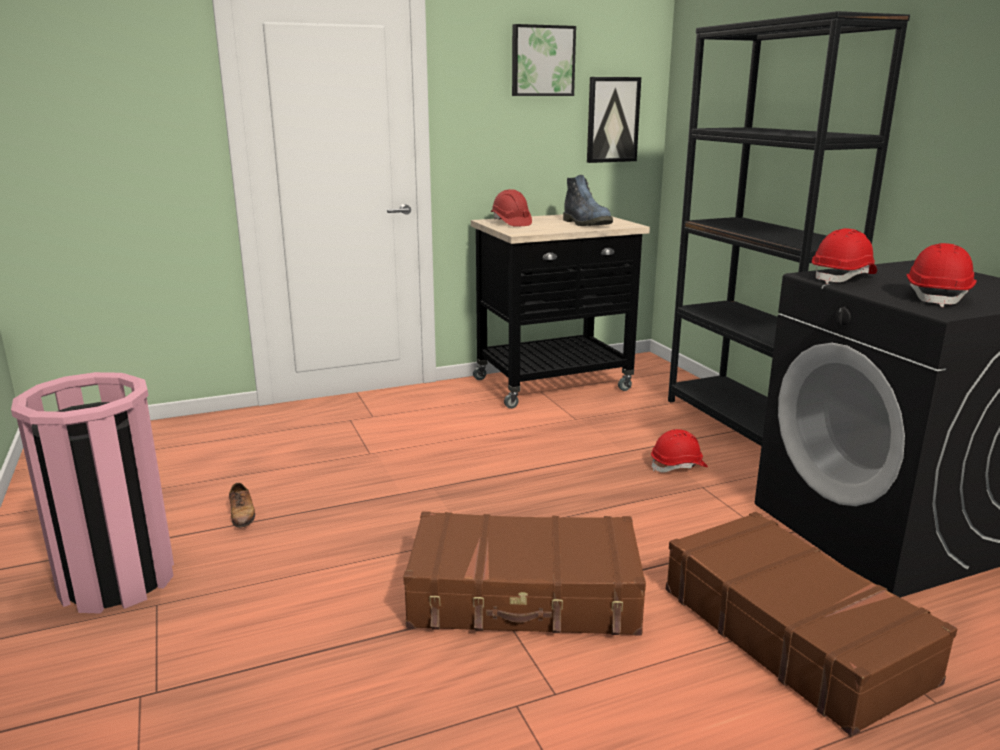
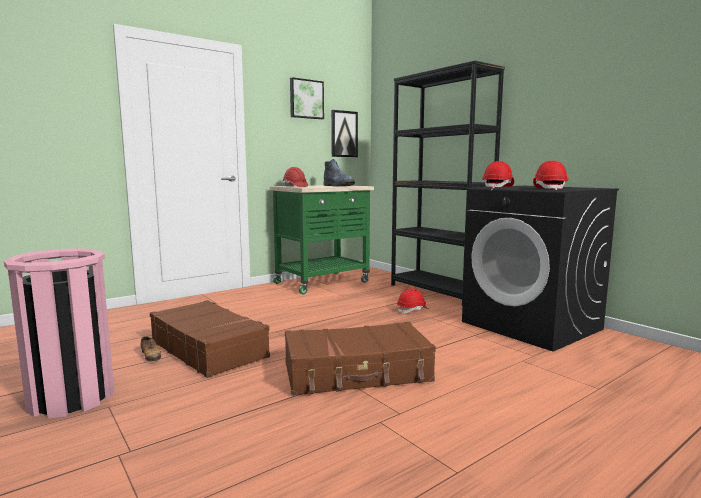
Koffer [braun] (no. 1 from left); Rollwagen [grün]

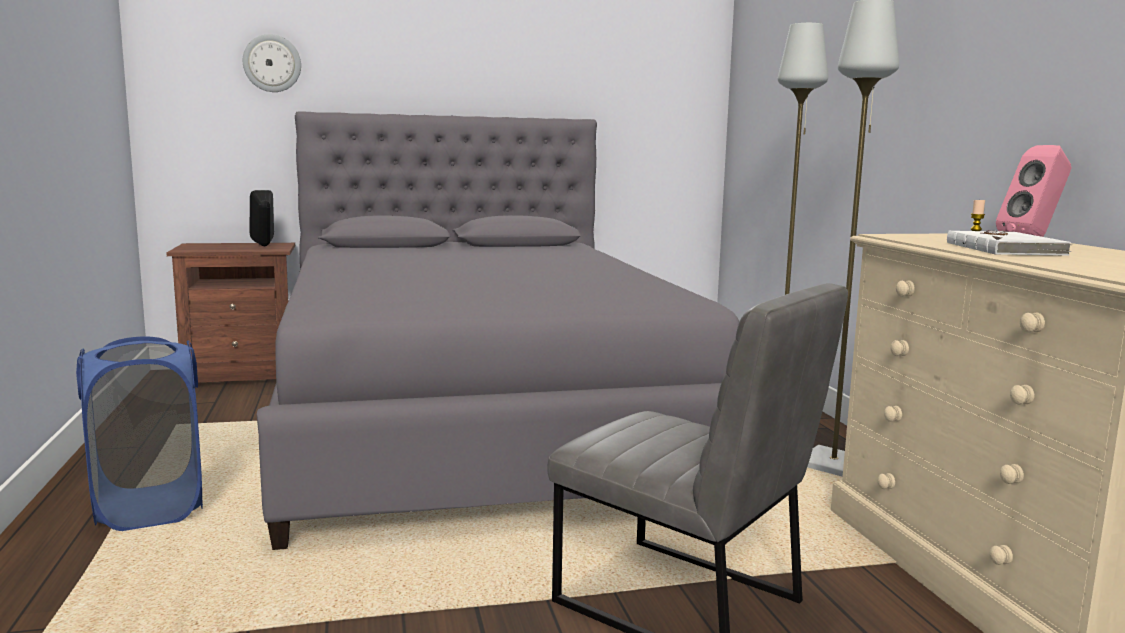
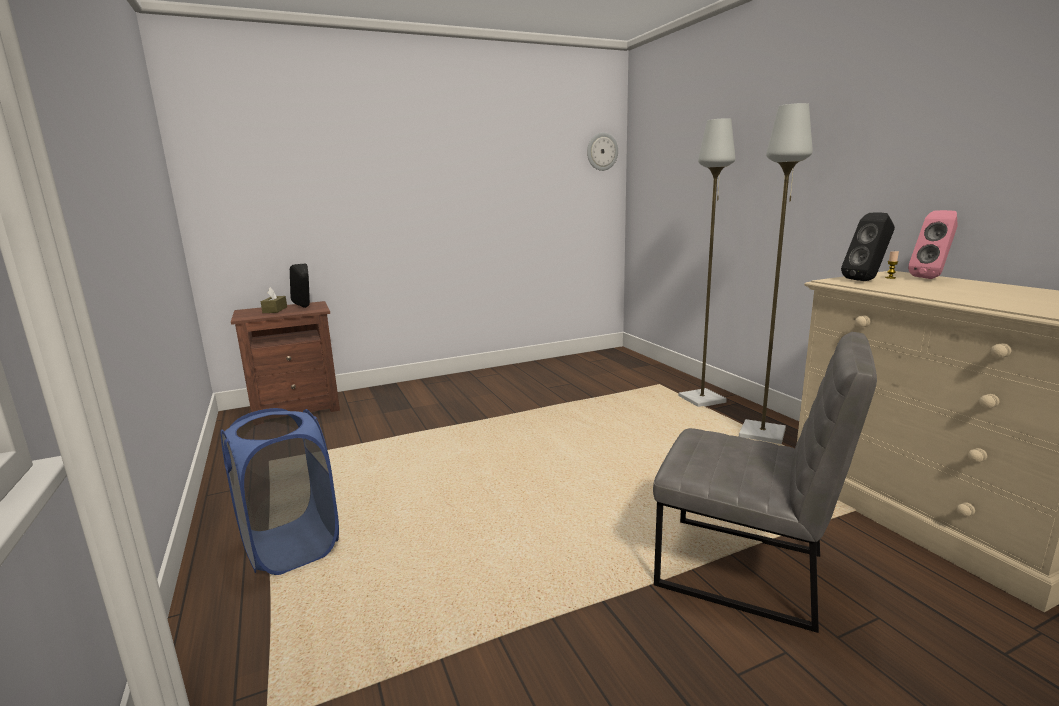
Taschentuchbox [braun]; Wanduhr; Lautsprecher [schwarz] (no. 2 from left); Bett [grau]; Buch [weiß]

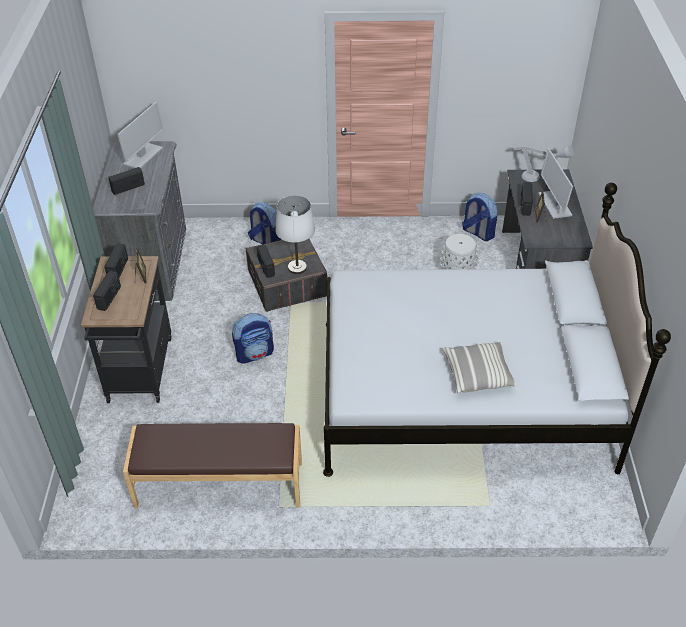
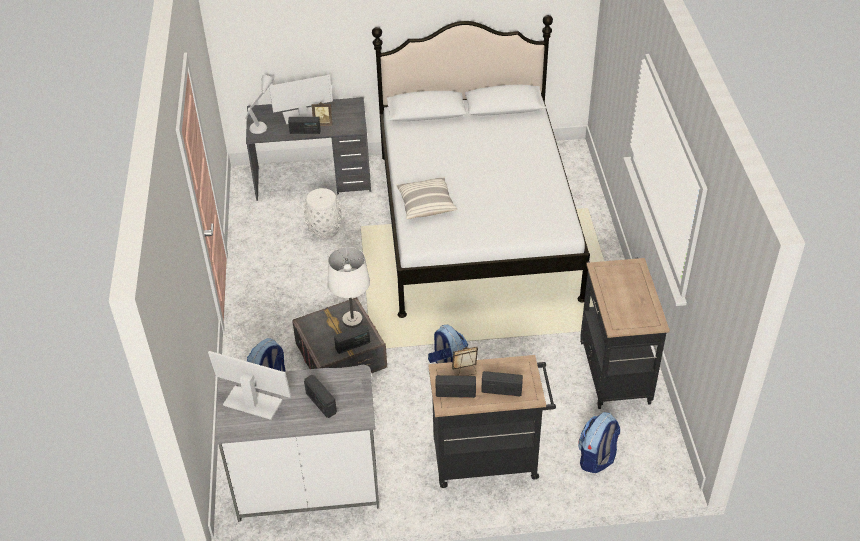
Kissen; Rucksack (no. 3 from left); Rollwagen [schwarz] (no. 2 from left)

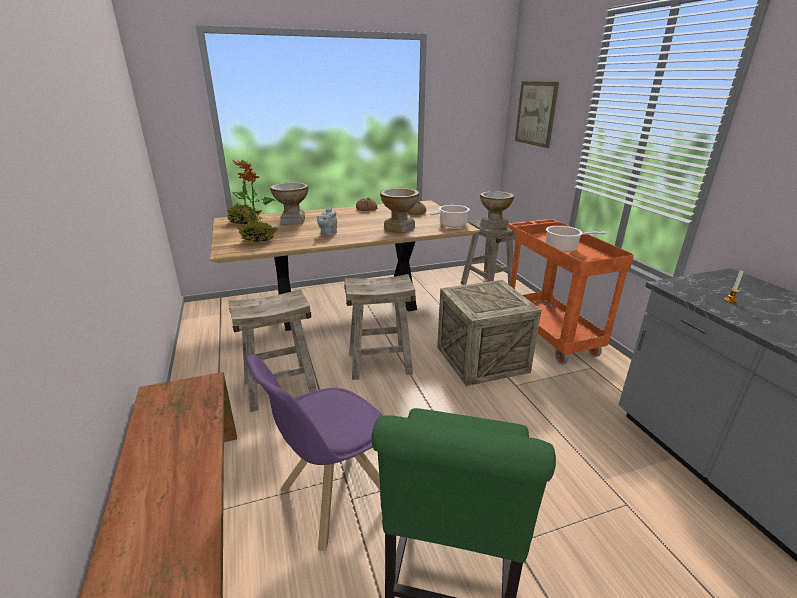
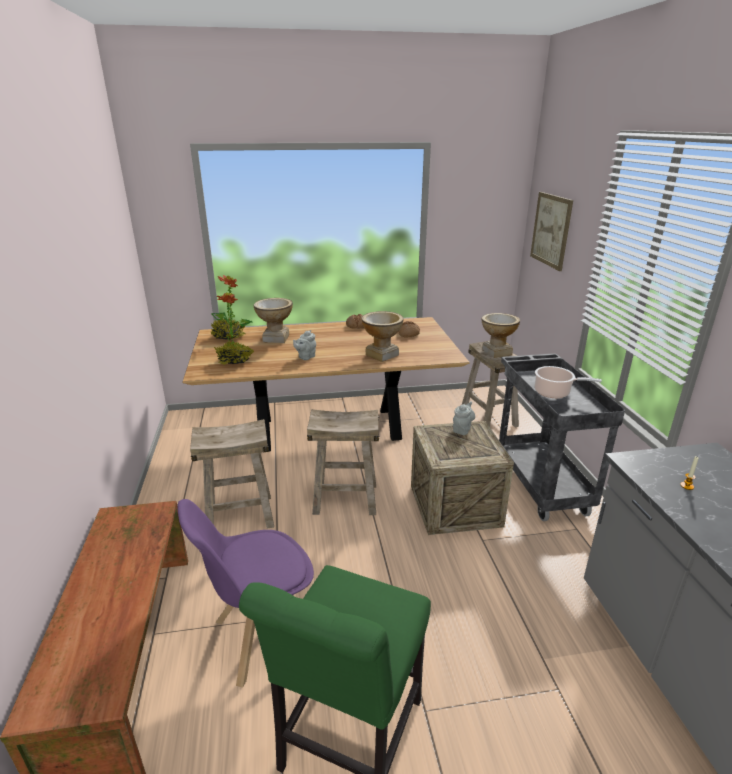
Teekanne [grau] (no. 2 from left); Rollwagen [grau]; Kochtopf (no. 1 from left in the first image)

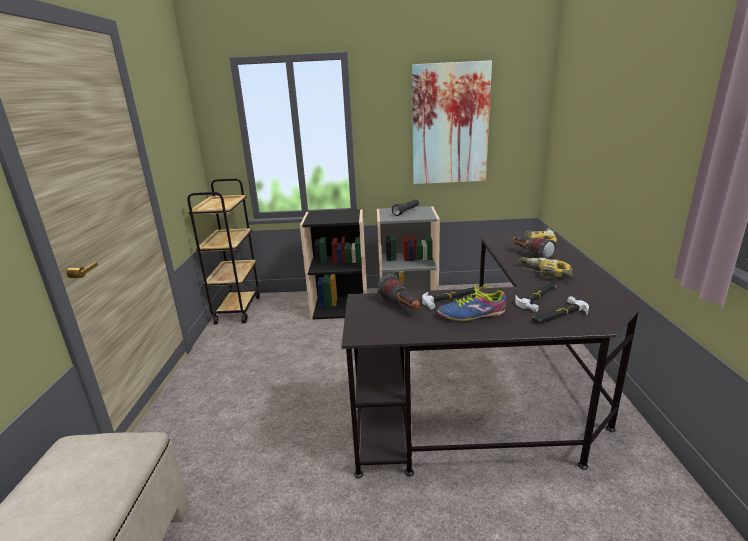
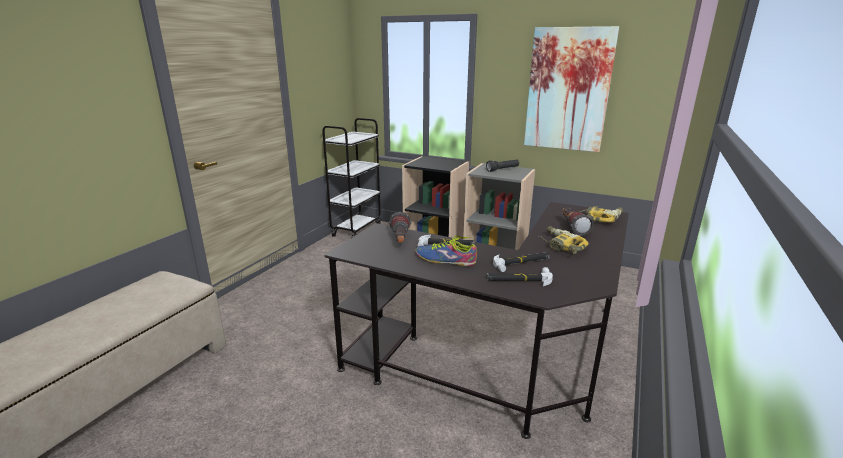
Rollwagen [weiß]

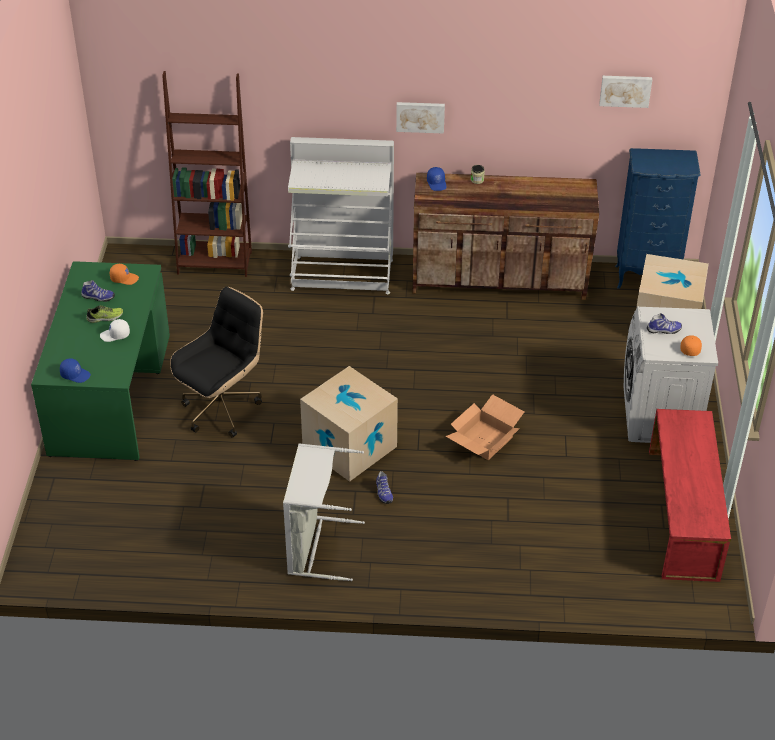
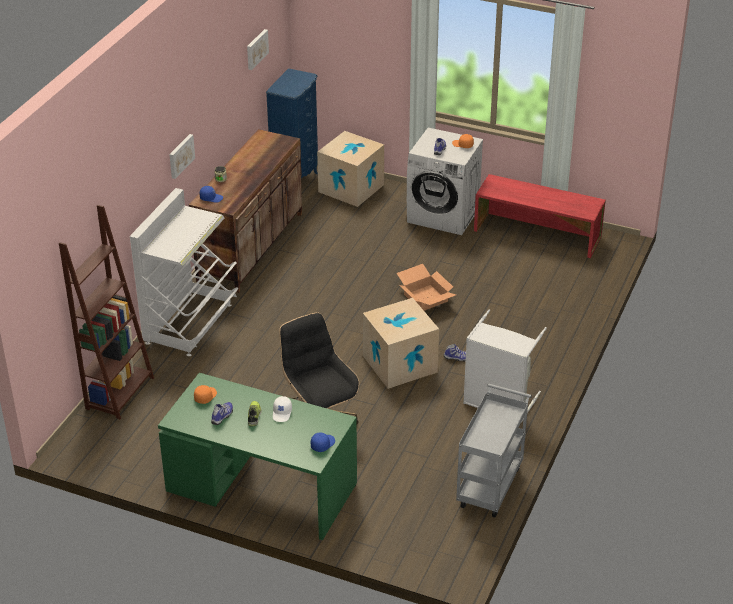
Rollwagen [grau]

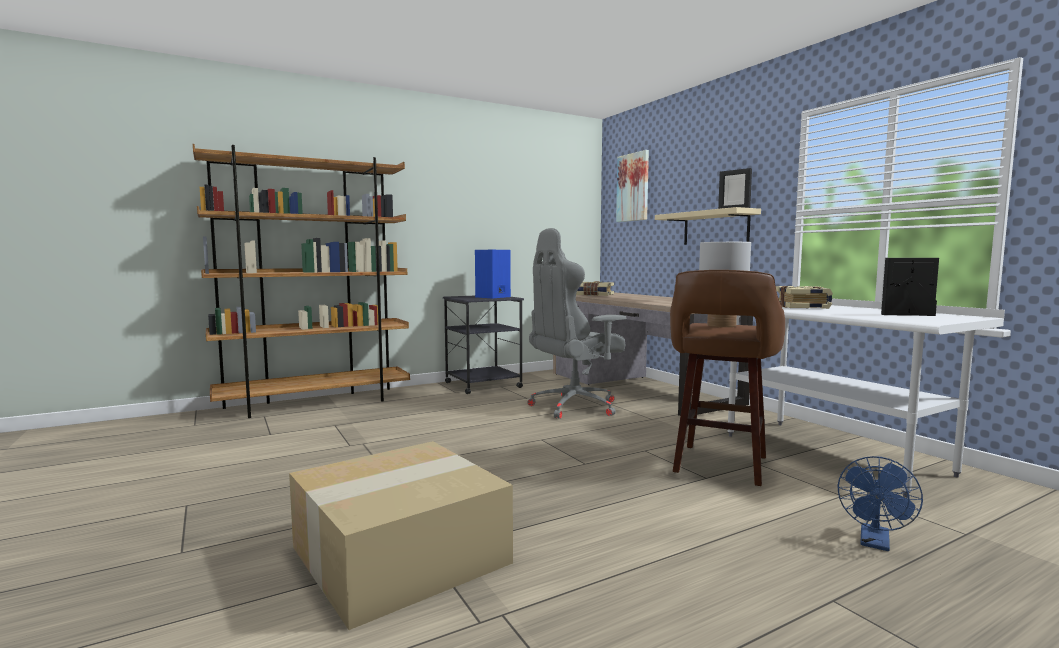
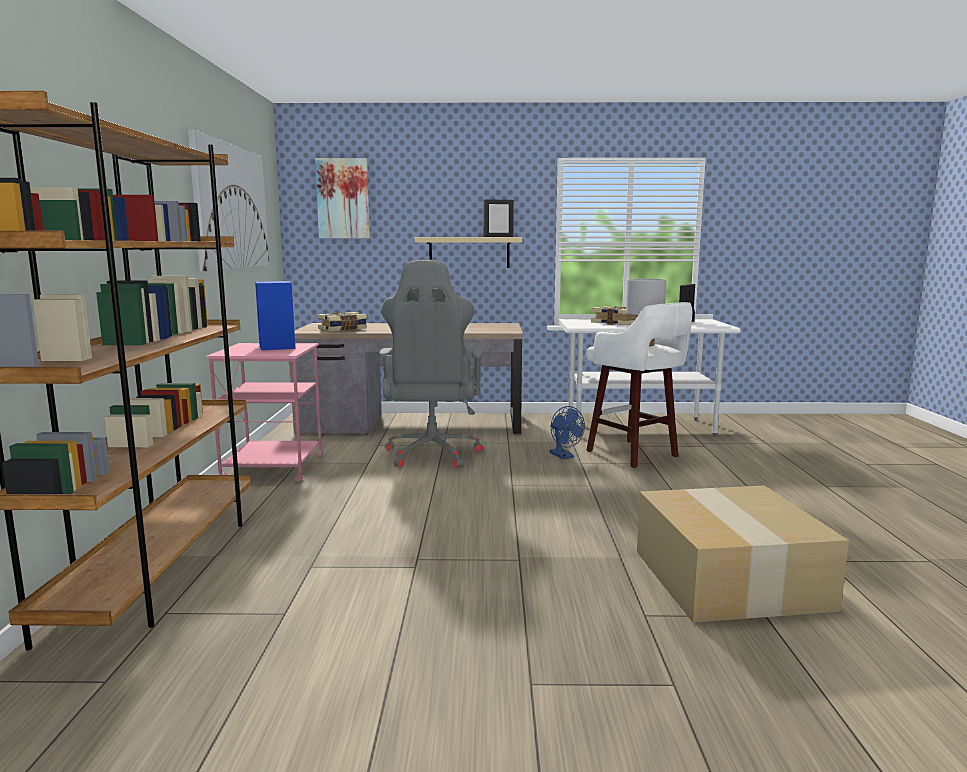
Bild (no. 1 from left); Rollwagen [rosa]; Ventilator [blau]; Hocker [weiß]

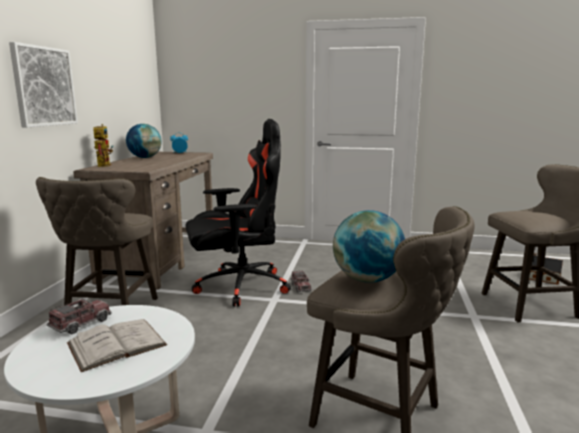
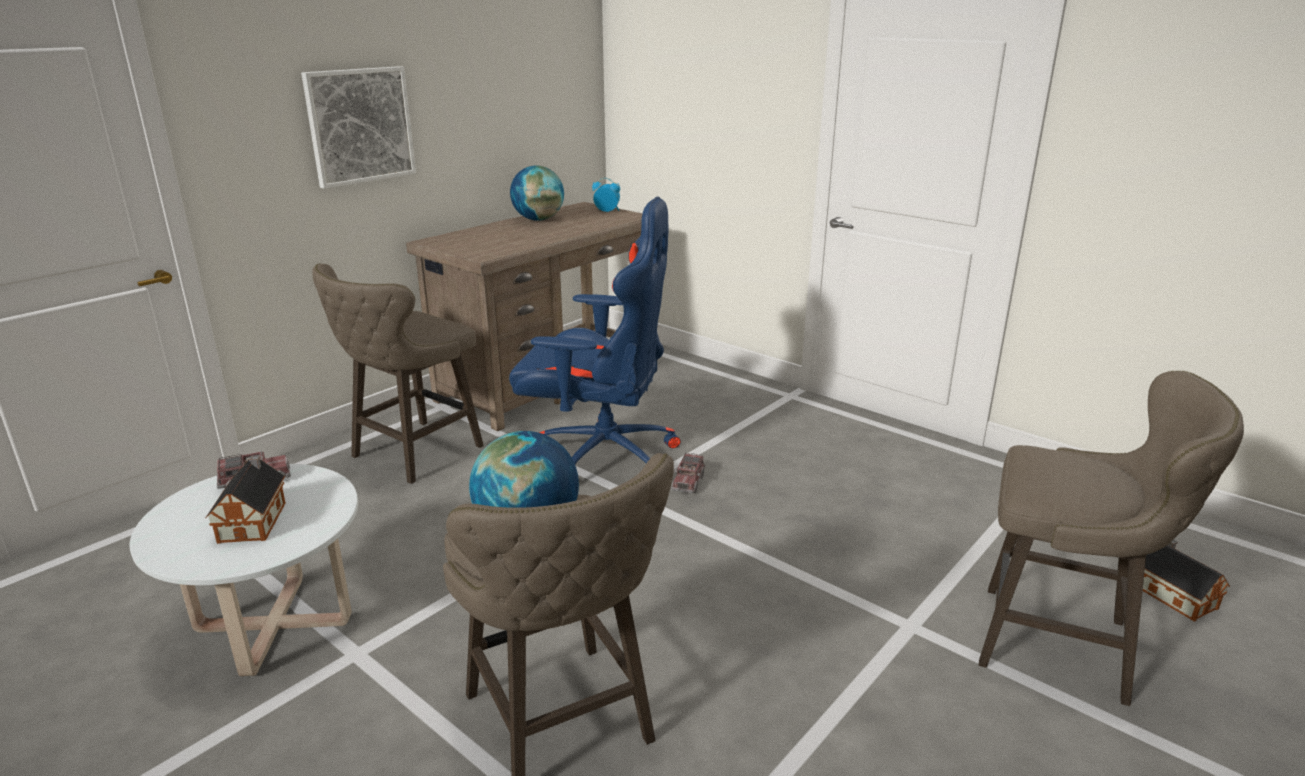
Spielzeughaus (no. 1 from left); Bürostuhl [blau]; Spielzeugroboter

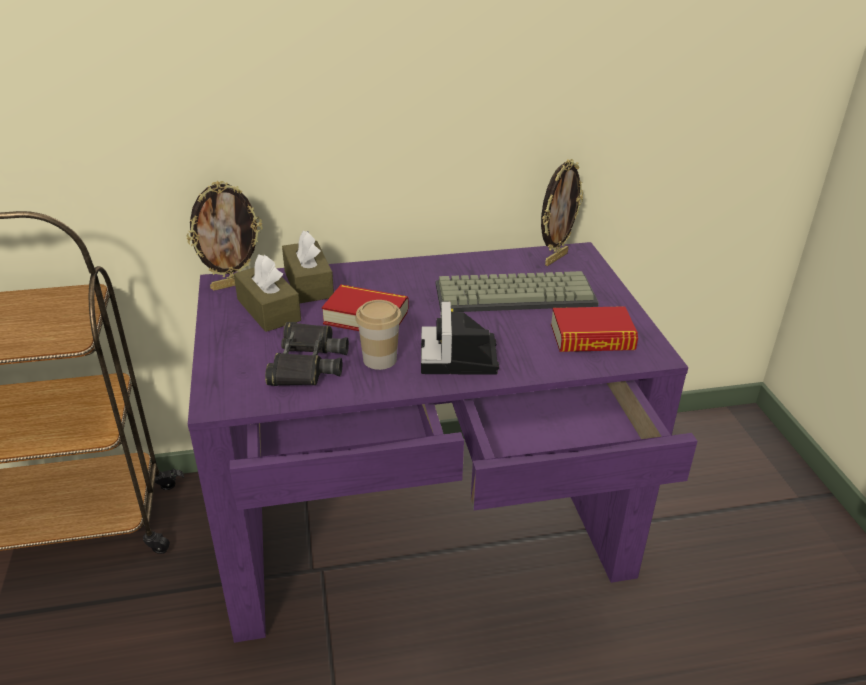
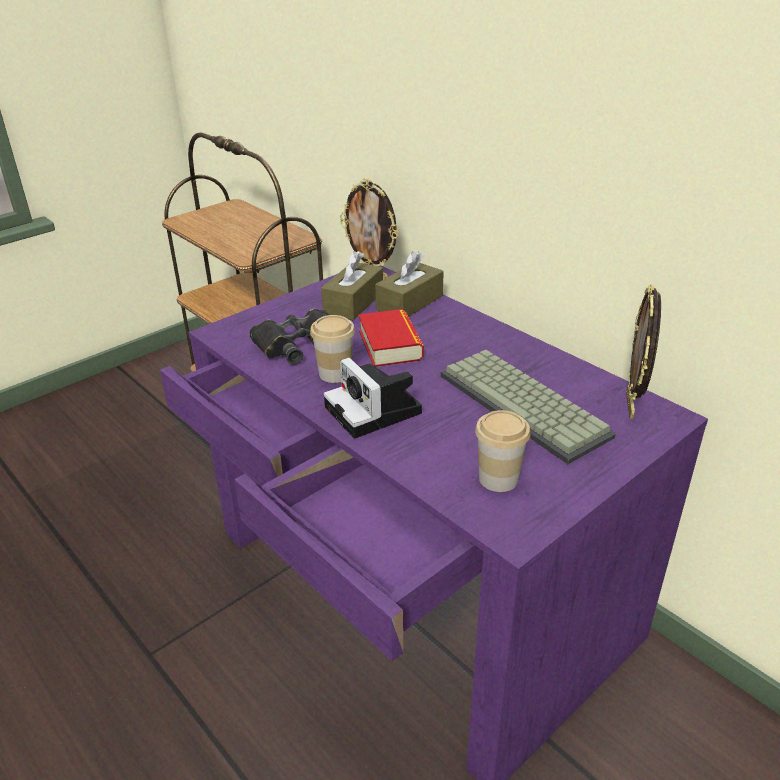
Kamera; Tasse (no. 2 from left); Bilderrahmen (no. 2 from left)

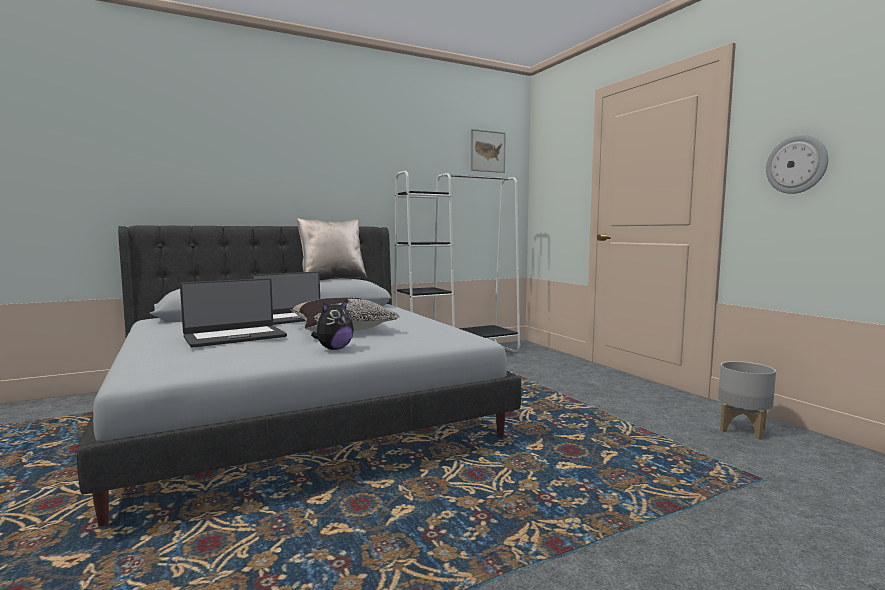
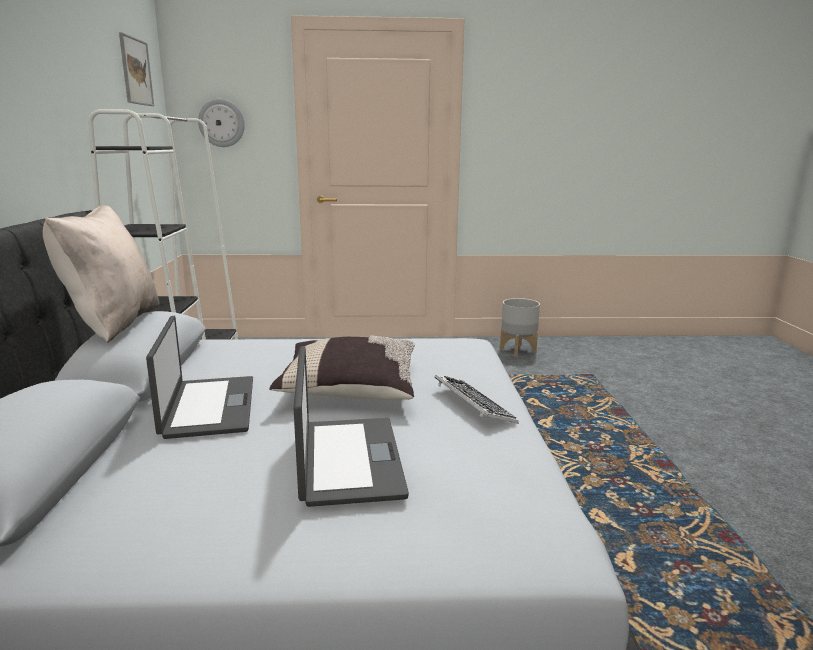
Wanduhr; Tastatur

